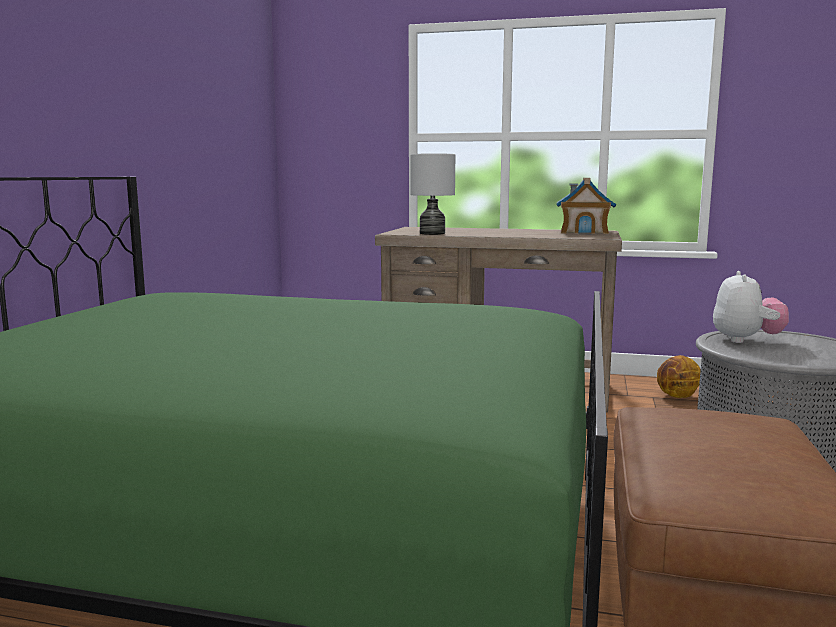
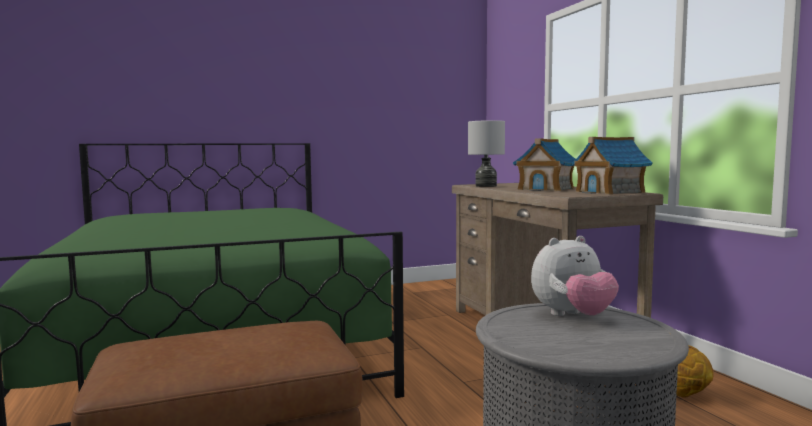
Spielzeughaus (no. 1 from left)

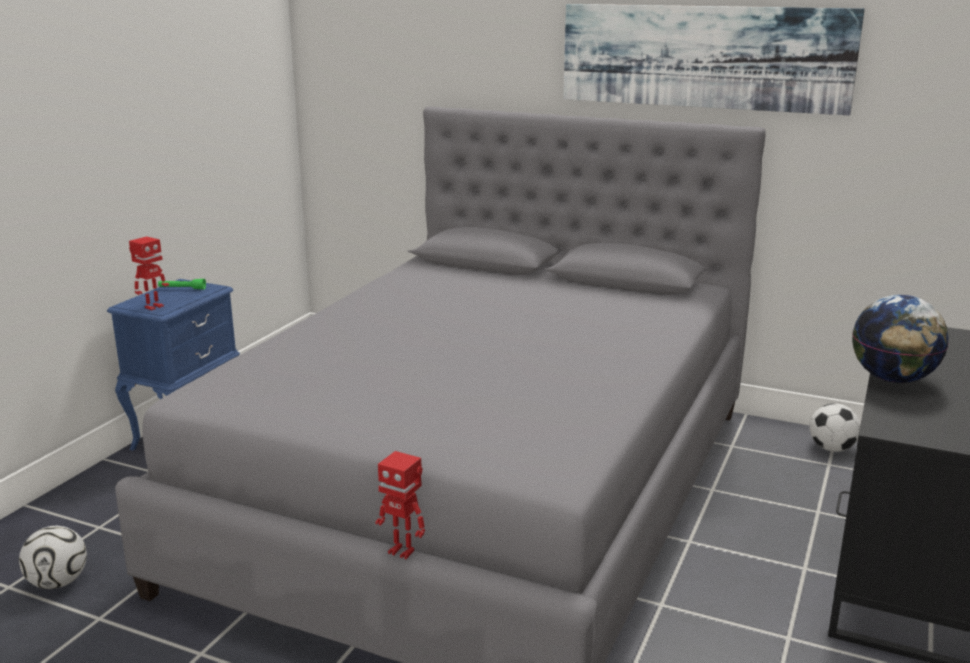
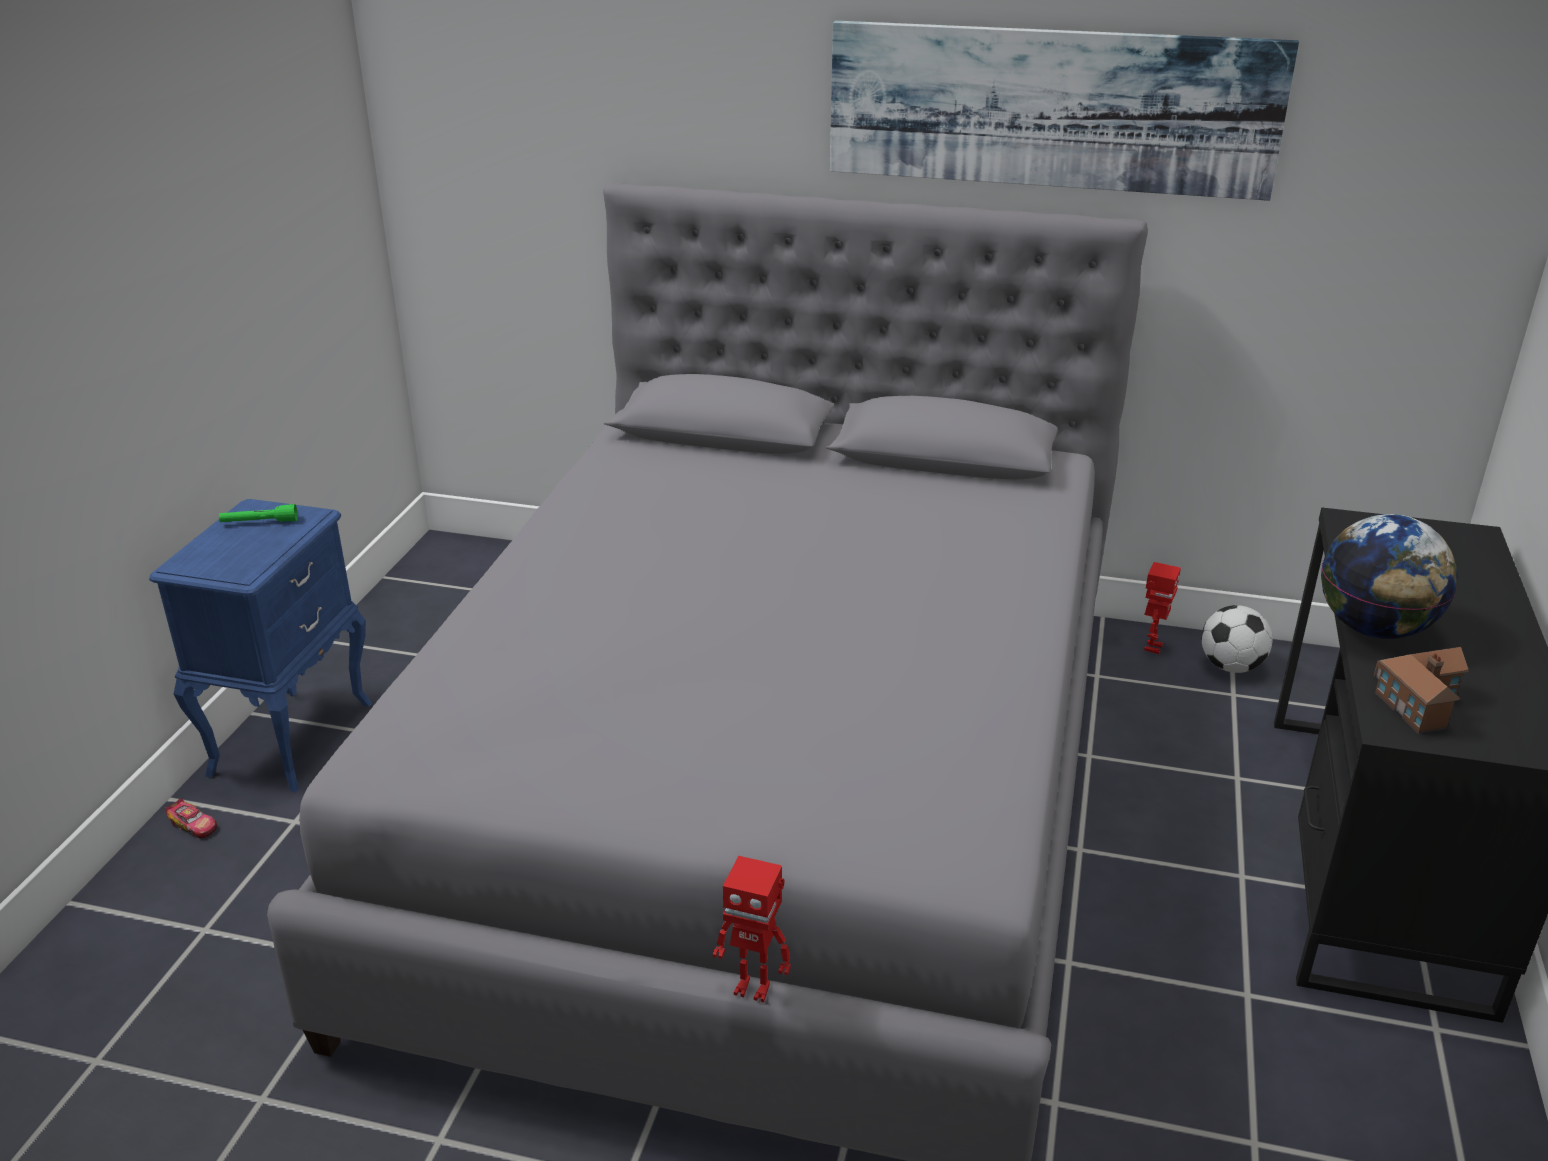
Spielzeugauto; Spielzeugroboter (no. 2 from left); Spielzeughaus; Fußball (no. 1 from left in the first image)

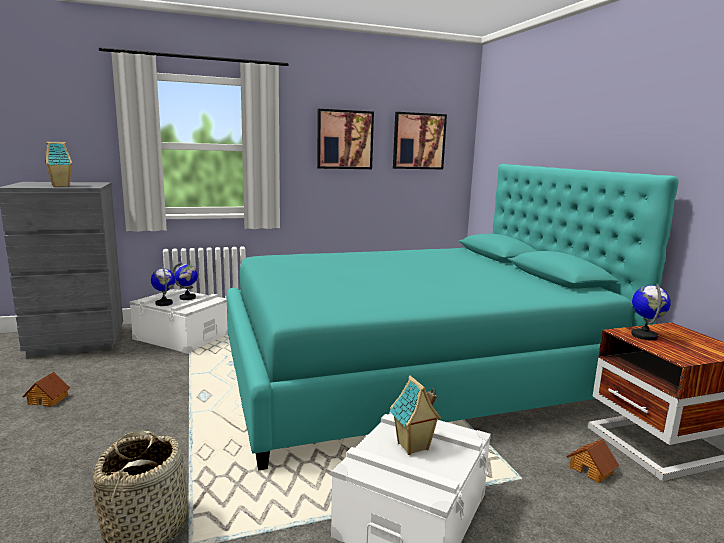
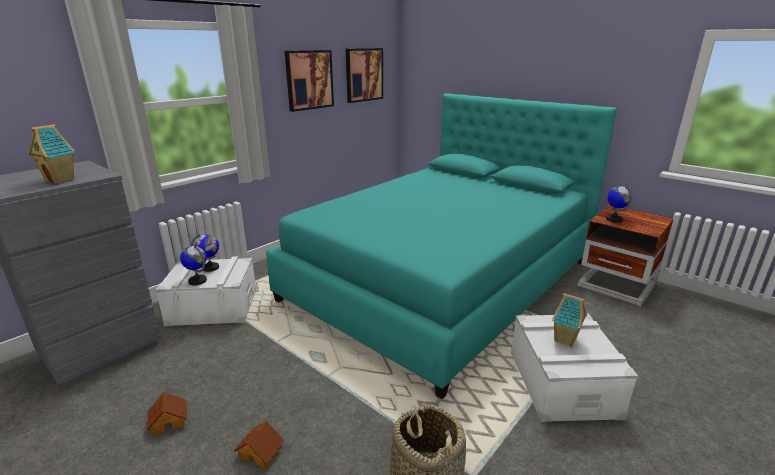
Spielzeughaus (no. 3 from left)

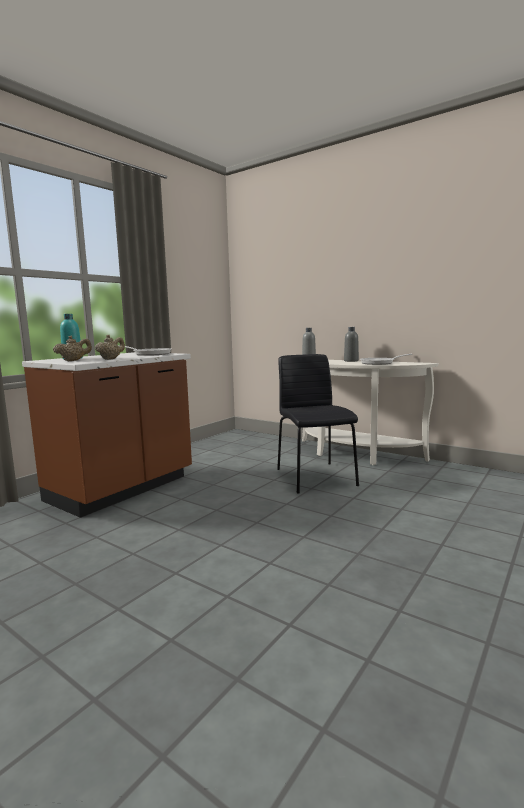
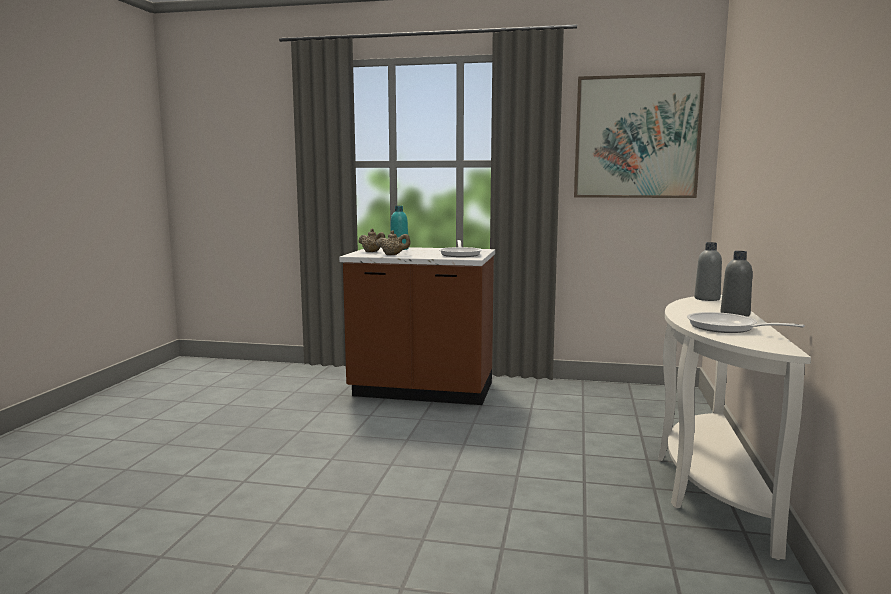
Bild; Stuhl [schwarz]

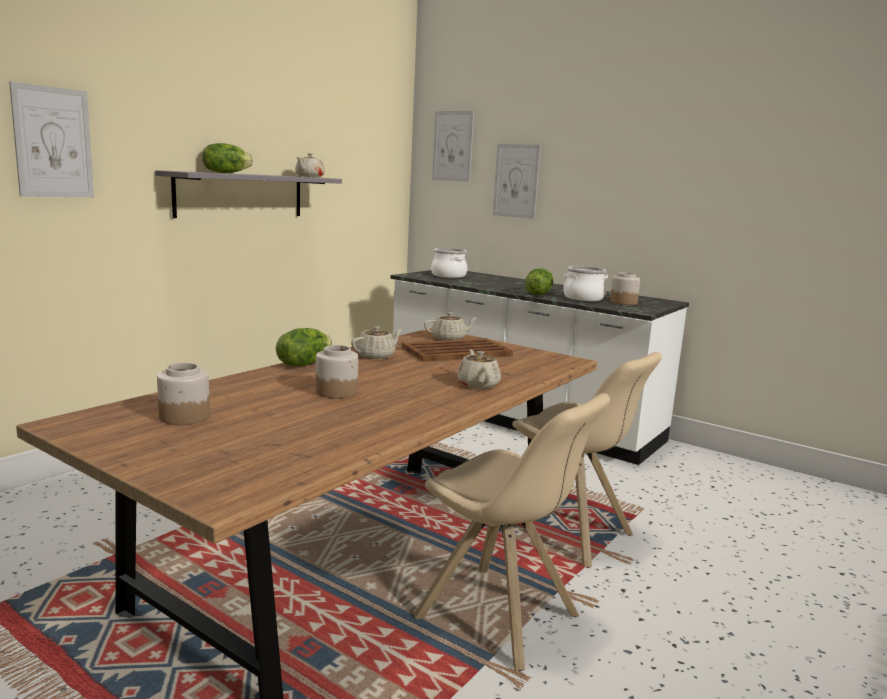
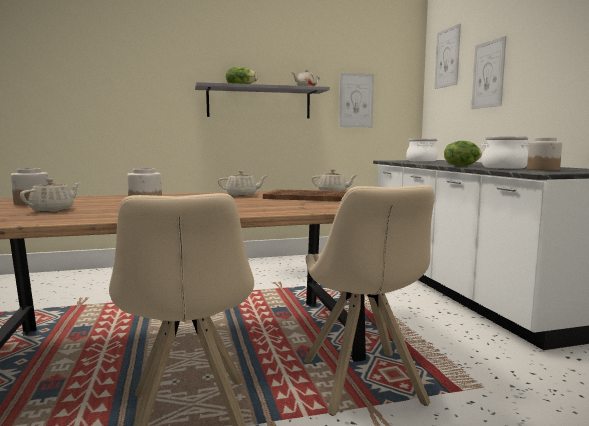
Teekanne [beige] (no. 1 from left); Bild (no. 1 from left); Salatkopf (no. 2 from left in the first image)

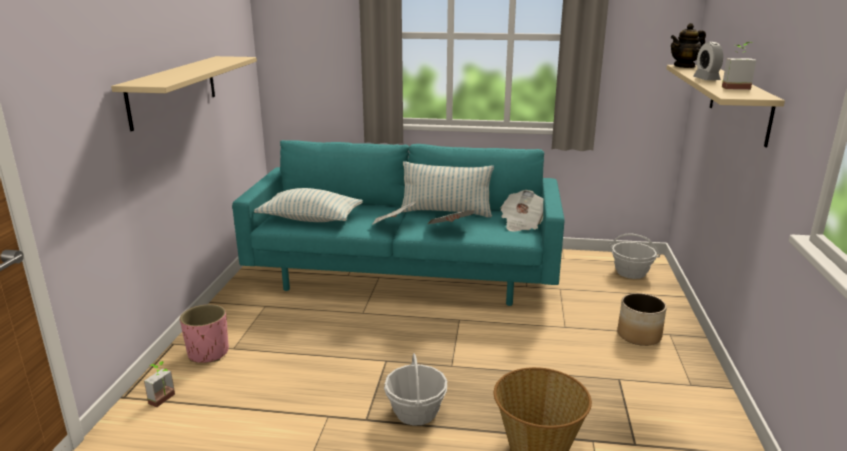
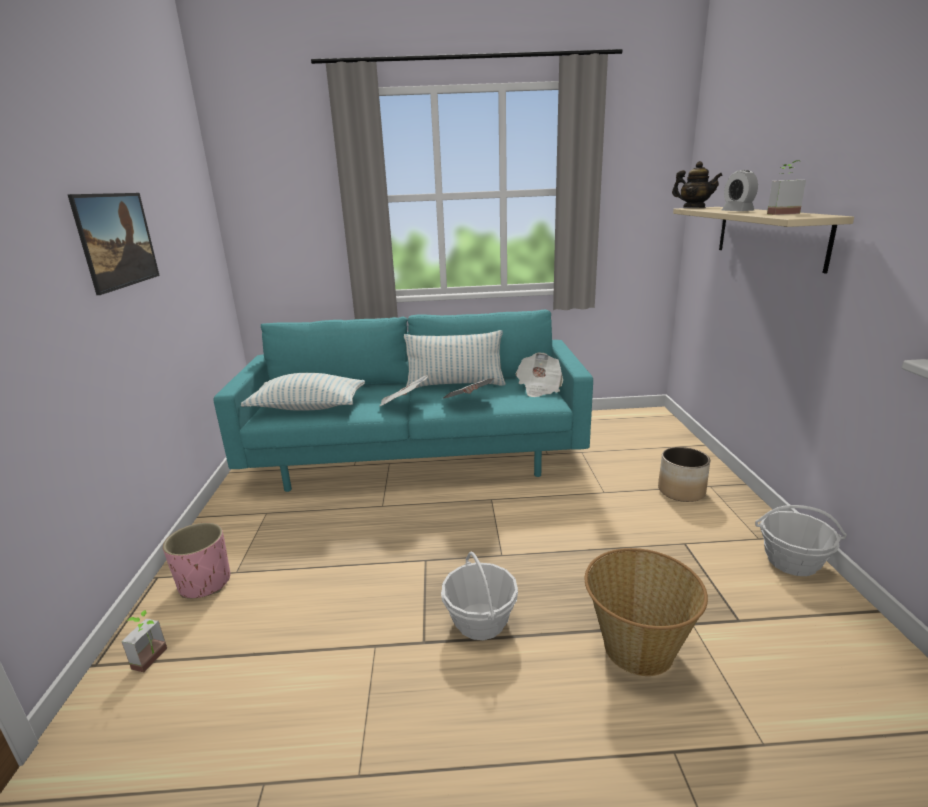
Bild; Teekanne; Korb (no. 3 from left)

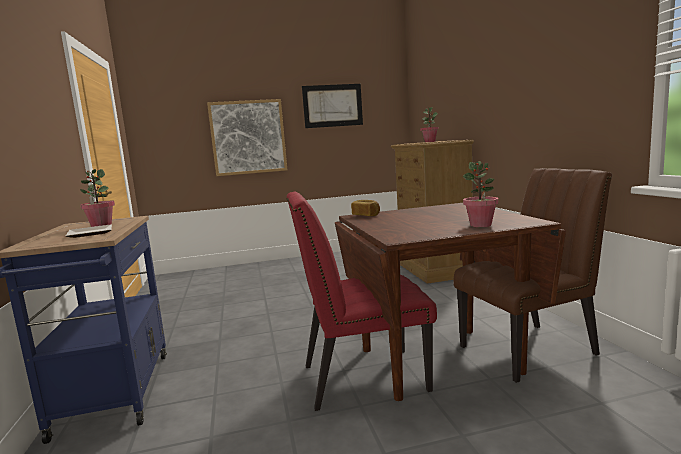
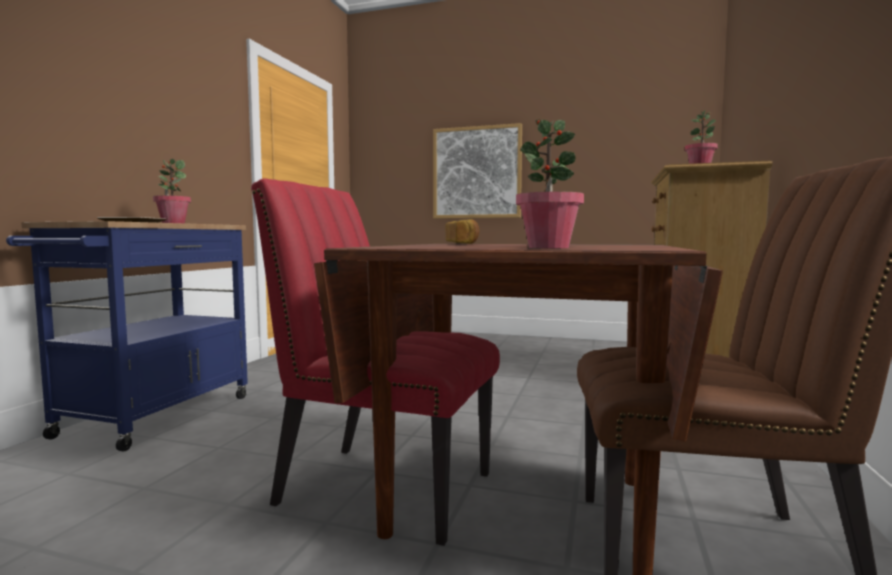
Bild (no. 2 from left in the first image)

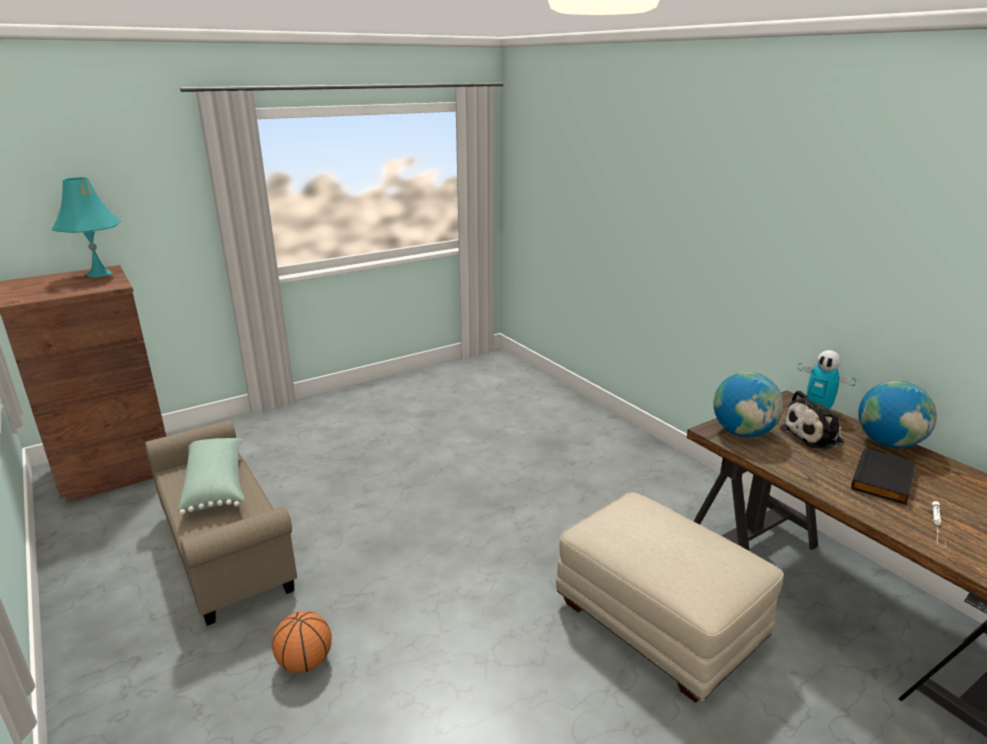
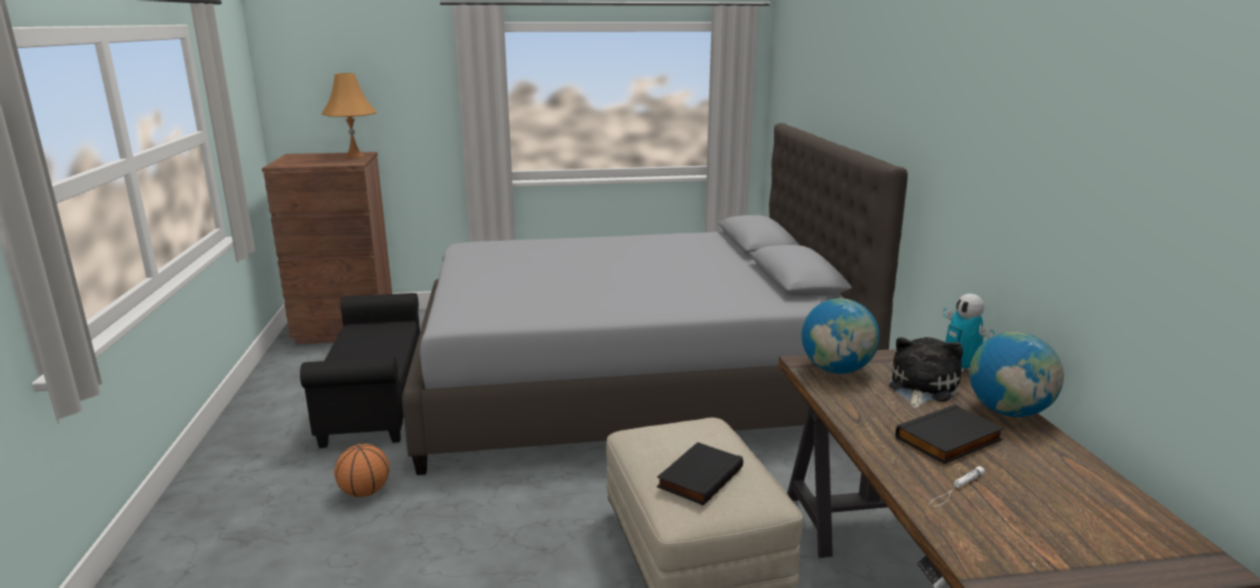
Polsterhocker [schwarz]; Tischlampe [orange]; Bett [grau]; Buch [schwarz] (no. 1 from left); Plüschtier; Kissen [grün]

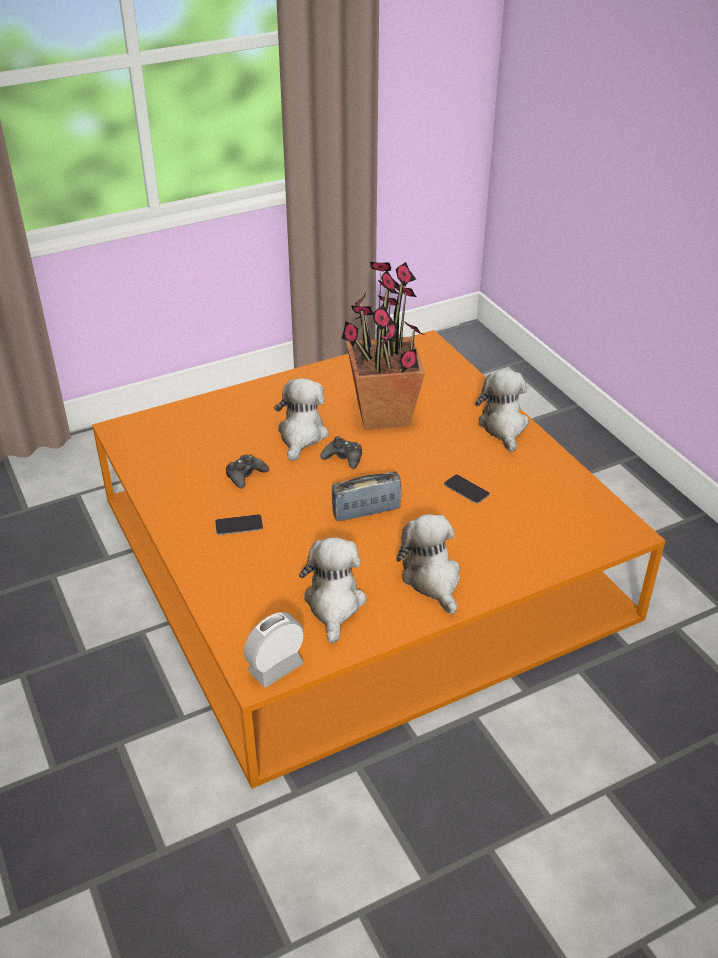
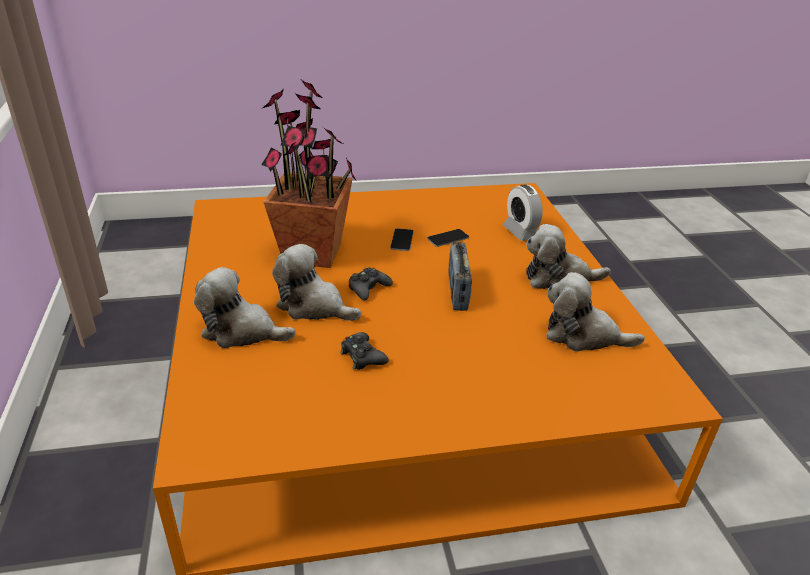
Plüschtier (no. 1 from left); Handy (no. 1 from left); Wecker

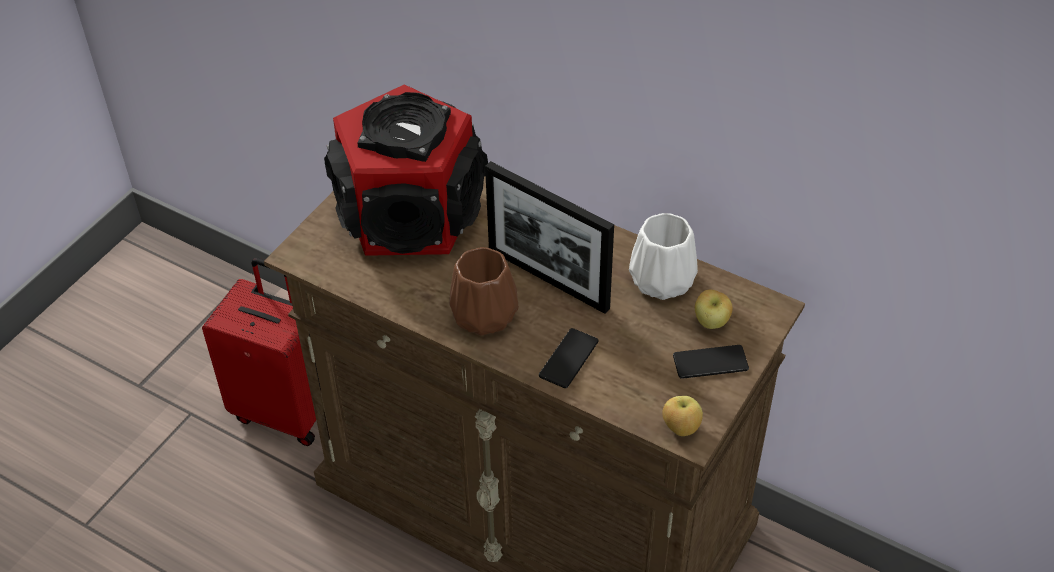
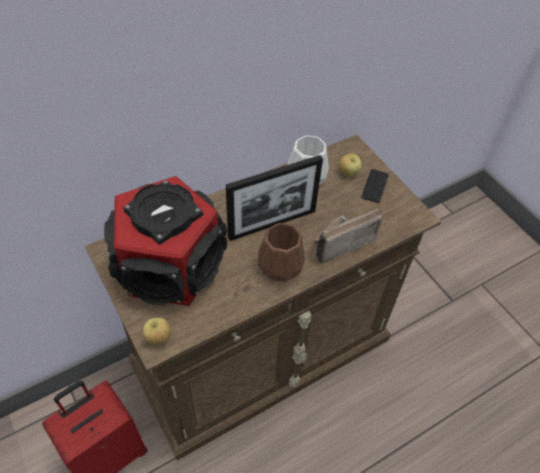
Apfel (no. 1 from left); Radio

